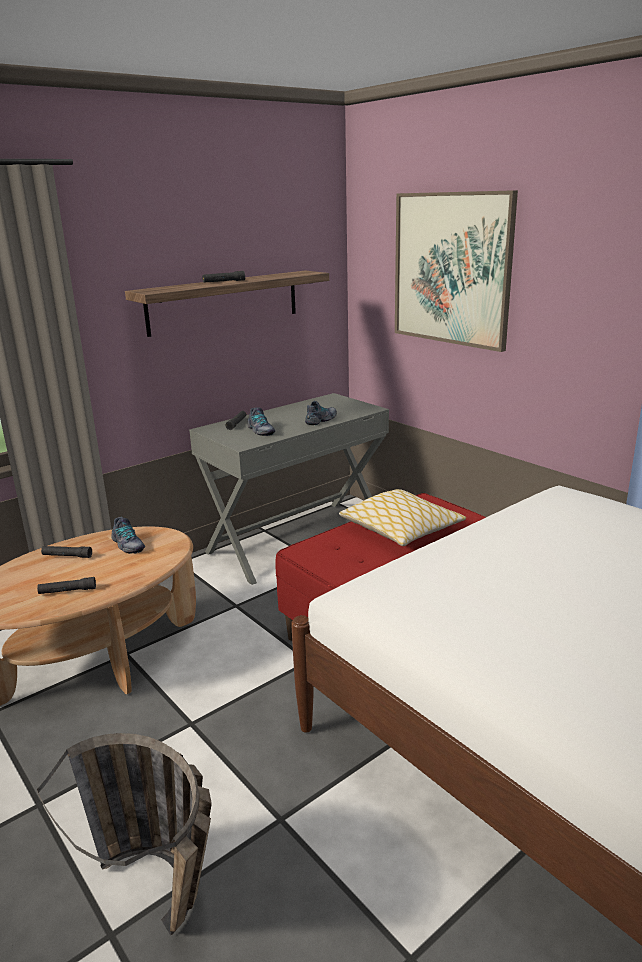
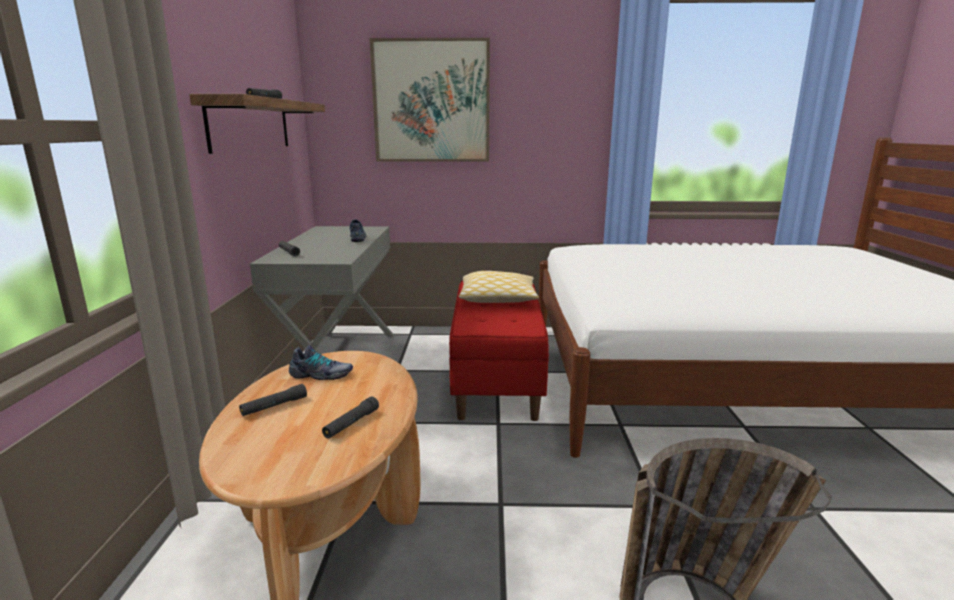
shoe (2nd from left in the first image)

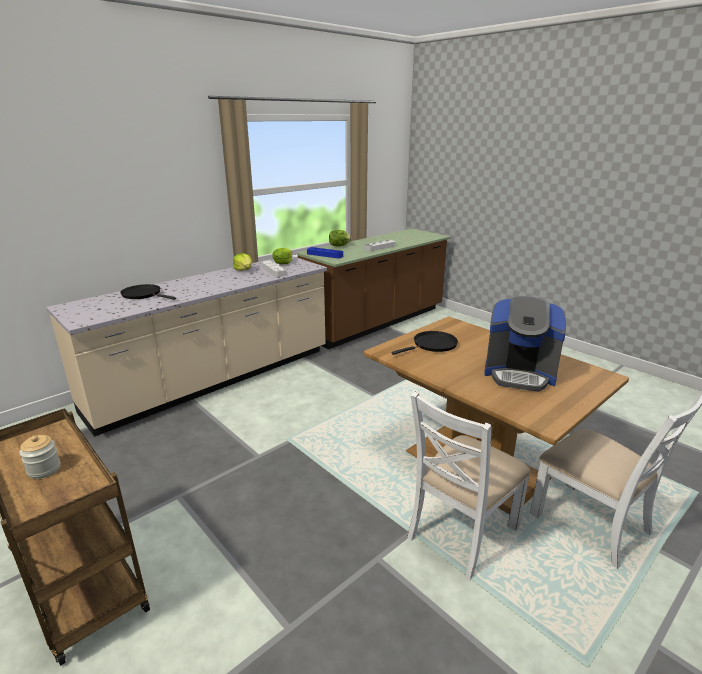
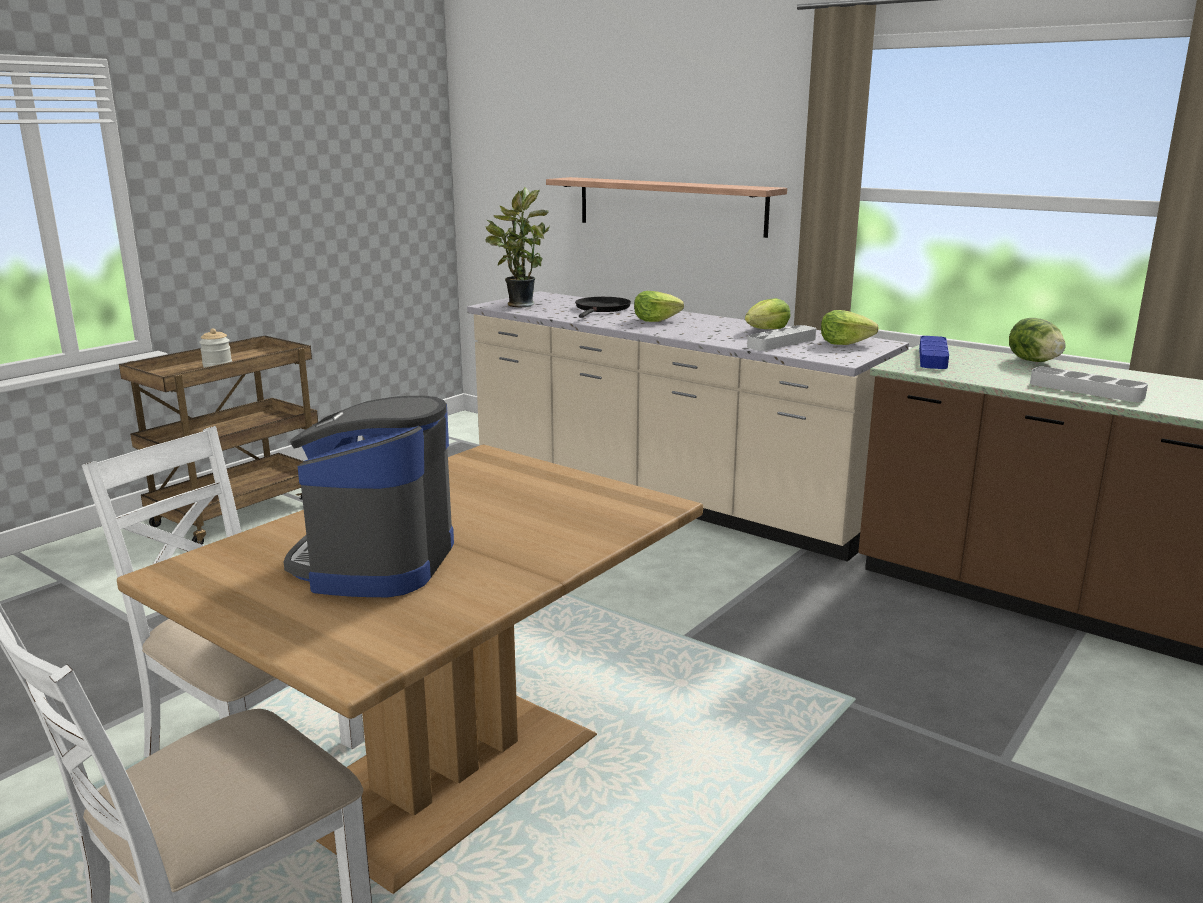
potted plant
shelf
lettuce (1st from left)
frying pan (black) (2nd from left in the first image)

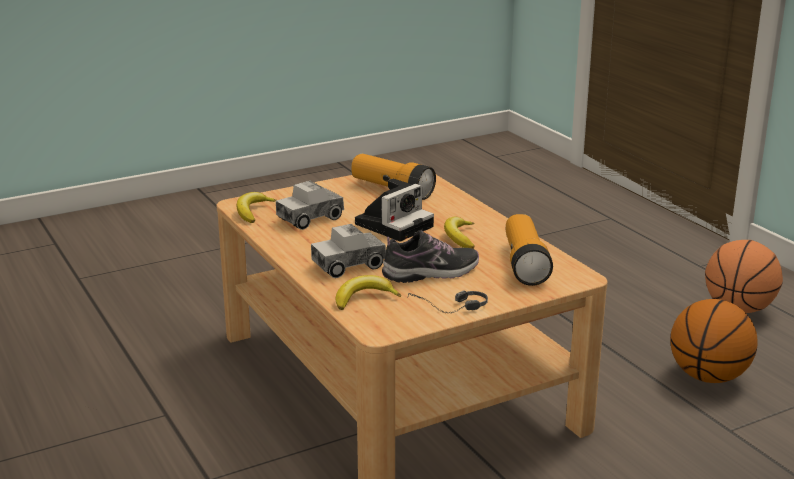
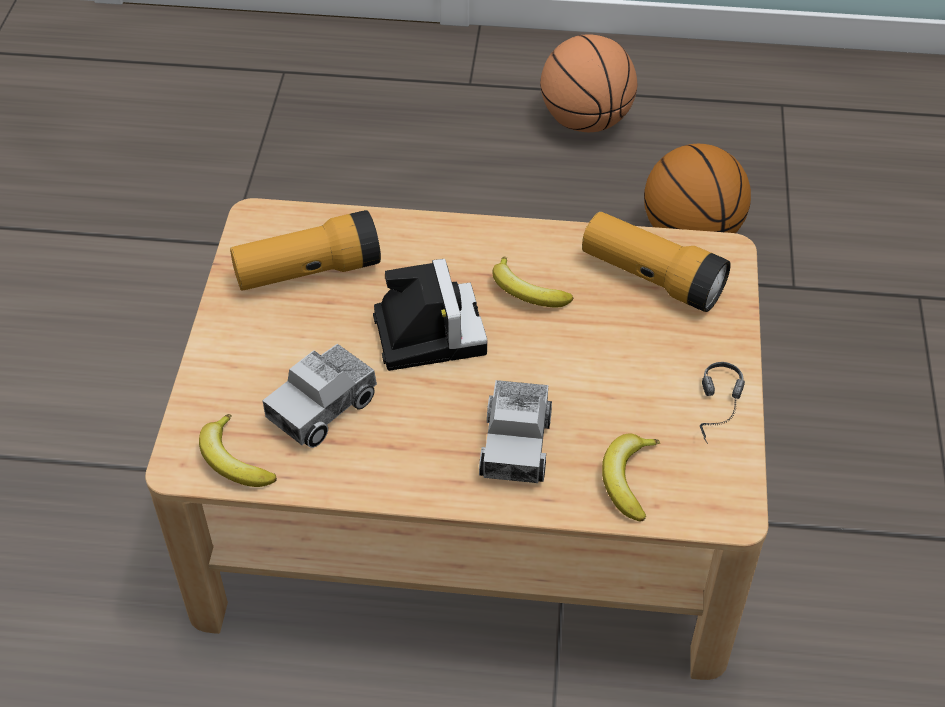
toy truck (1st from left)
shoe

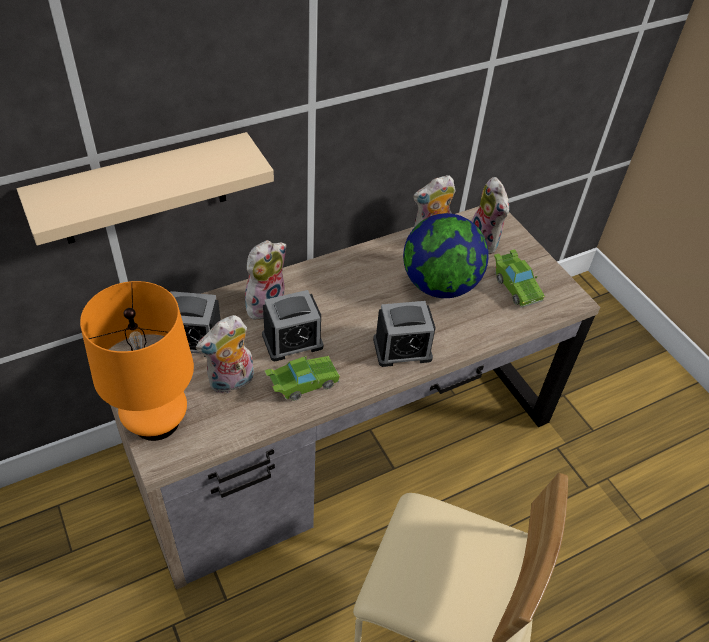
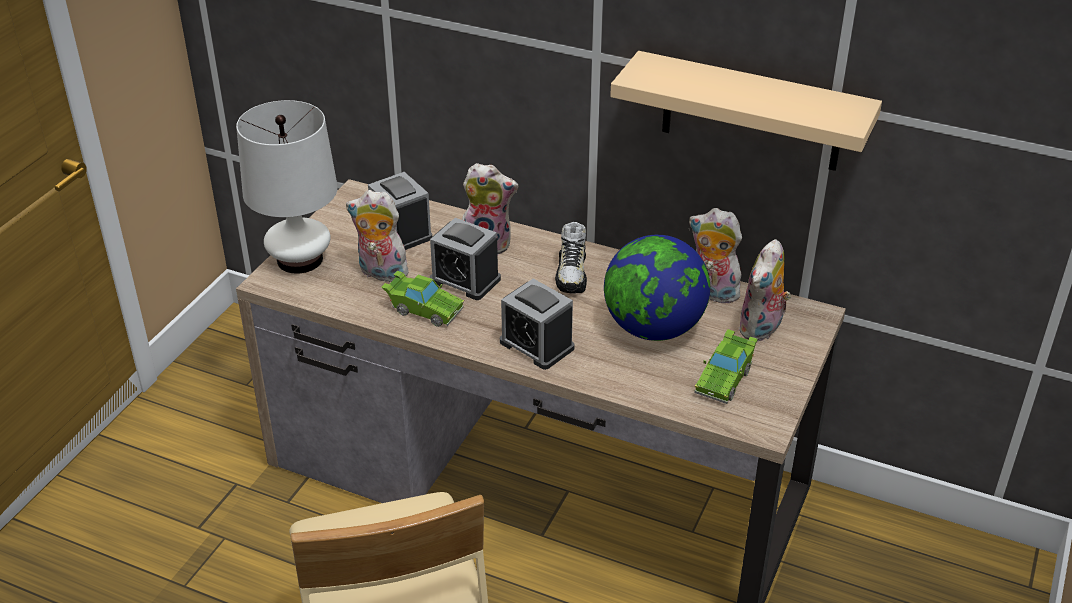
table lamp (white)
shoe
shelf (beige)

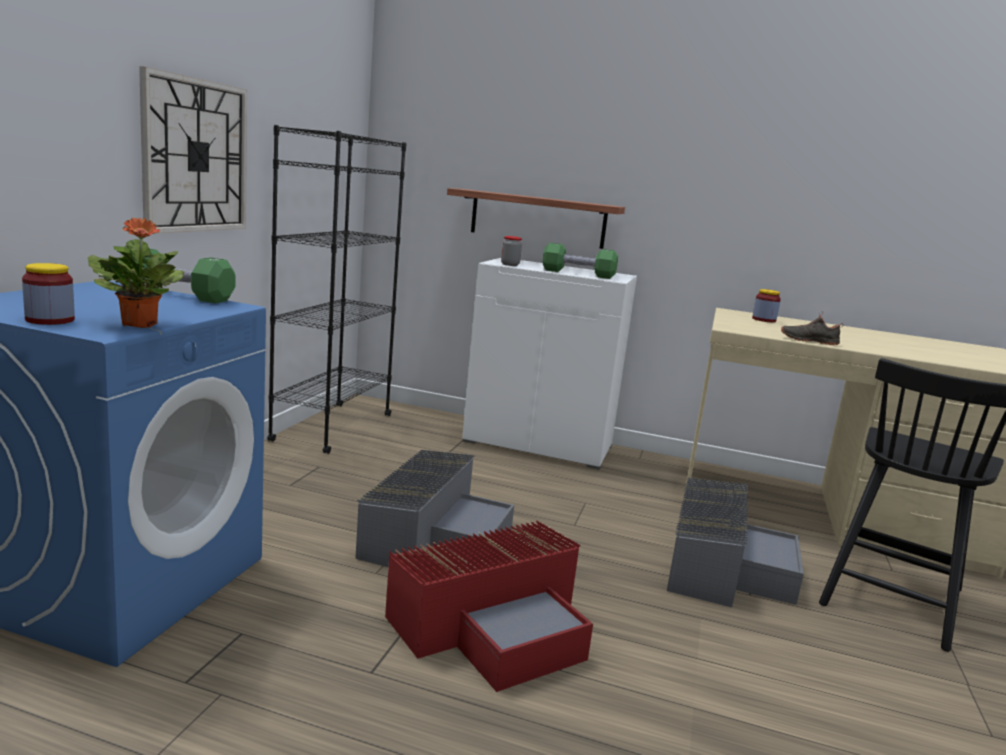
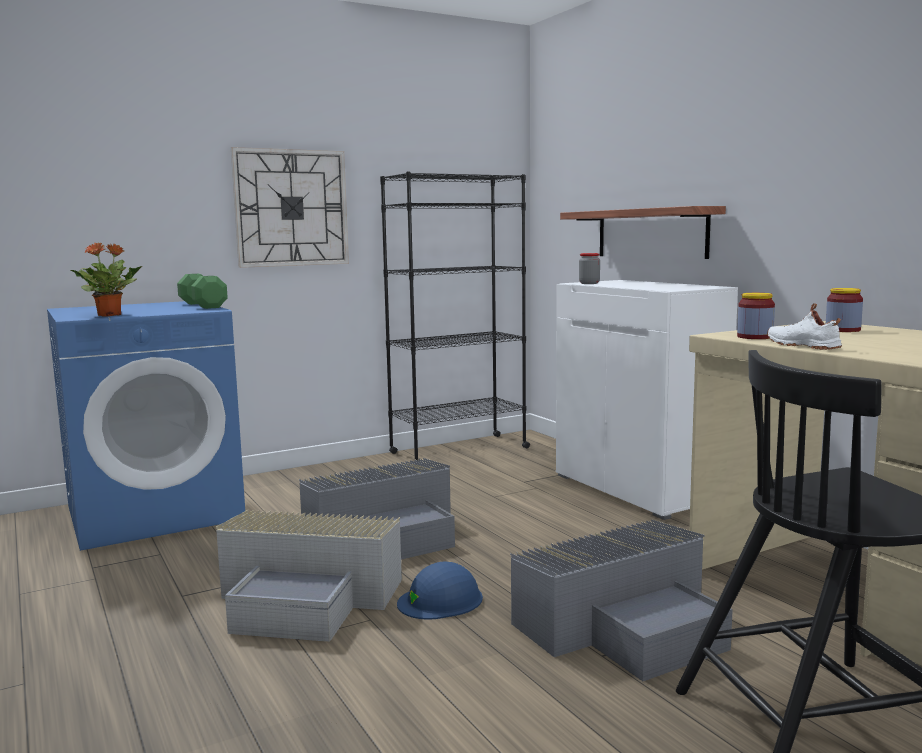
storage box (grey) (1st from left)
hard hat (blue)
jar (2nd from left)
shoe (white)
dumbbell (green) (2nd from left in the first image)

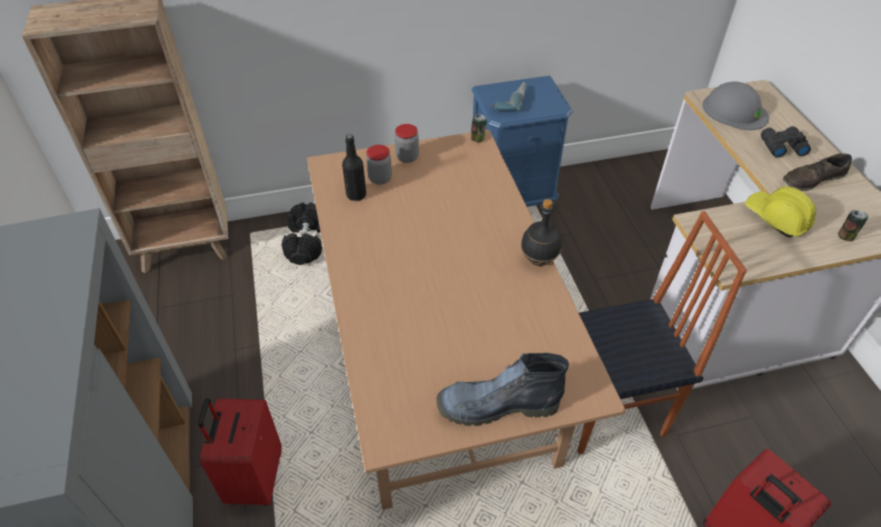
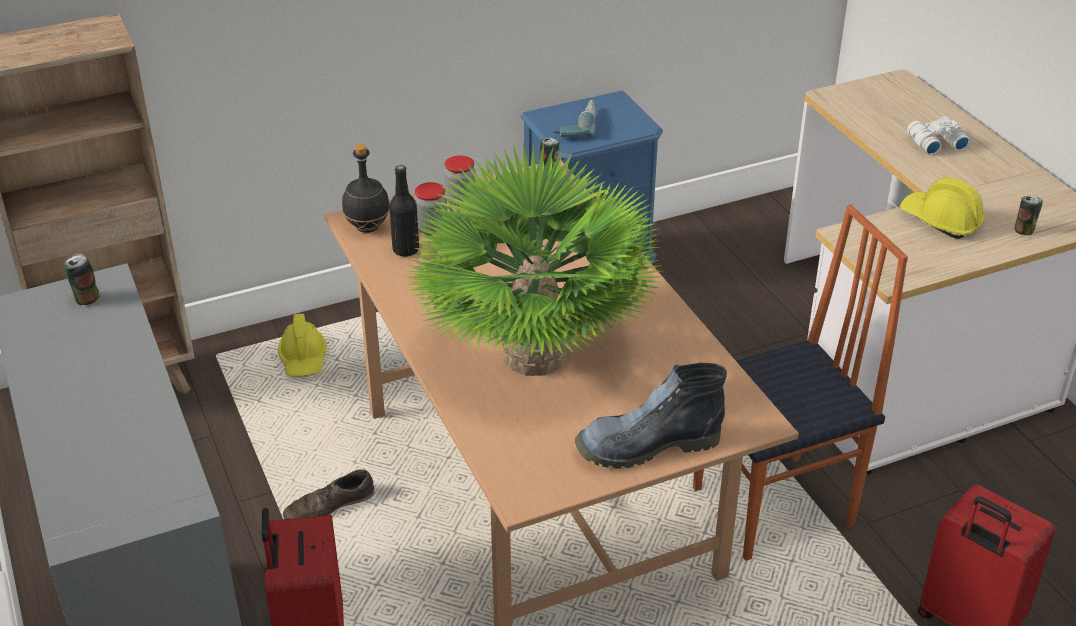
can (1st from left)
hard hat (yellow) (1st from left)
shoe (brown)
bottle (black) (1st from left)
potted plant
binoculars (white)
hard hat (grey)

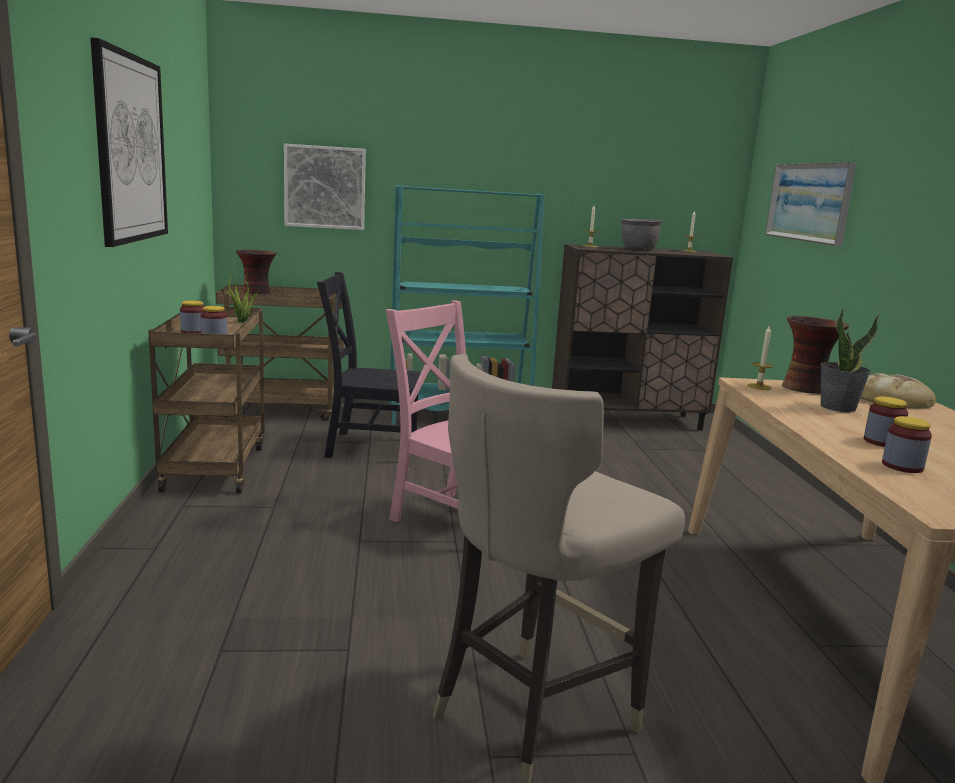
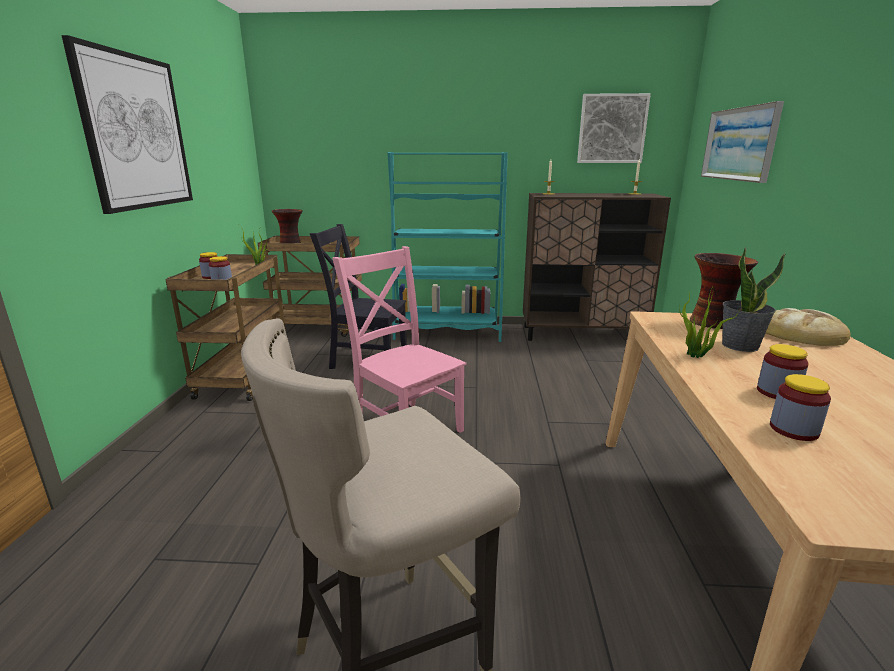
picture (2nd from left)
potted plant (2nd from left)
cooking pot (grey)
candle (3rd from left in the first image)

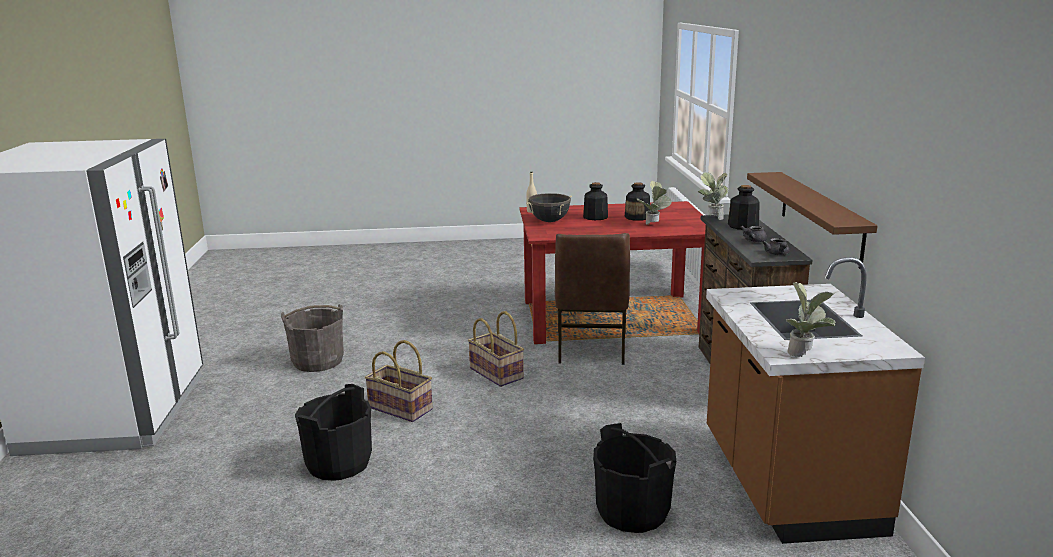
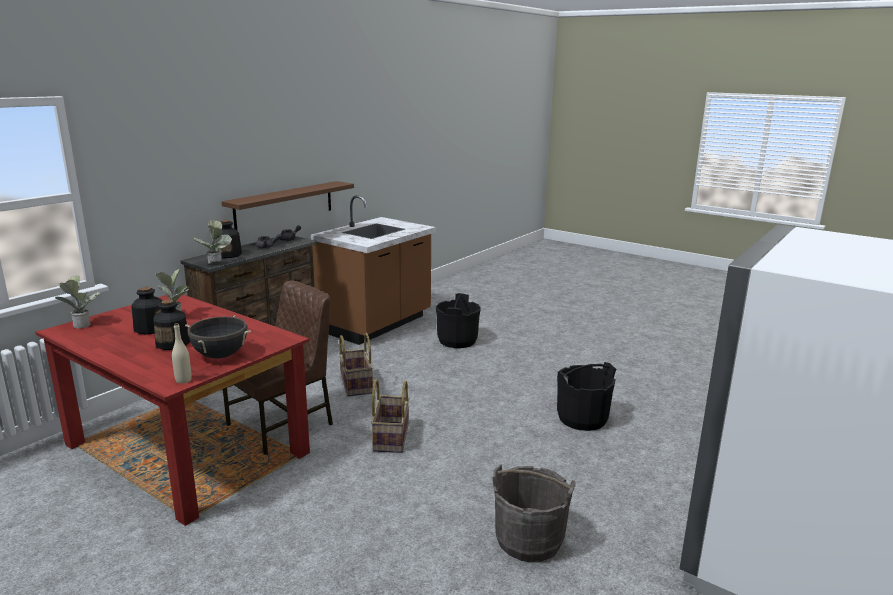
potted plant (1st from left)
basket (1st from left)

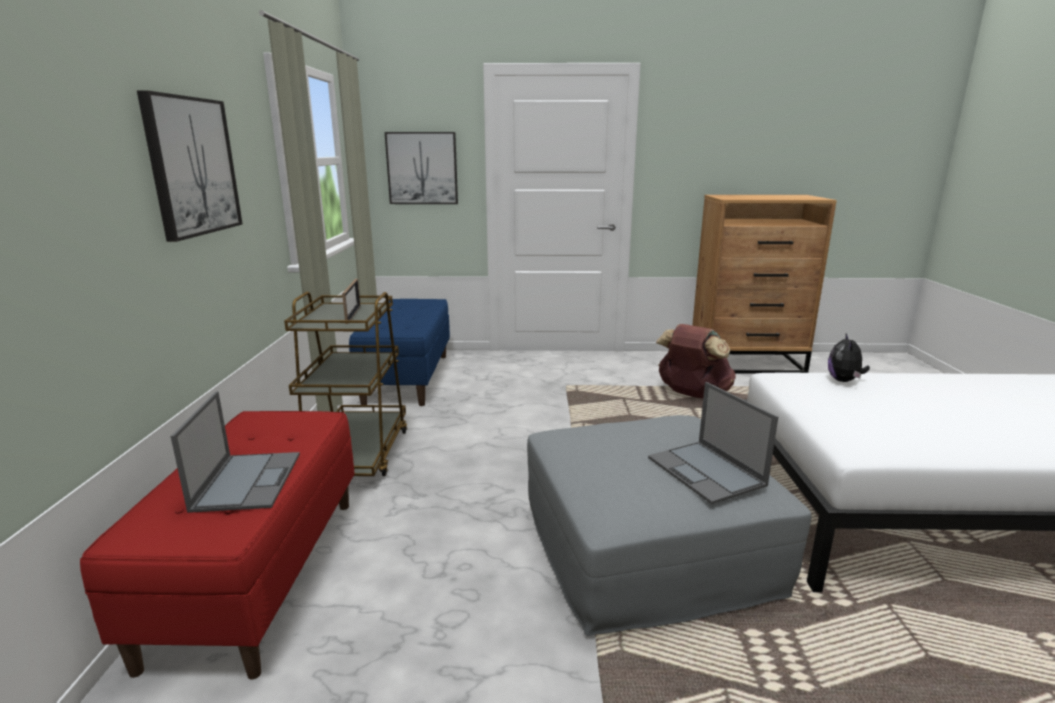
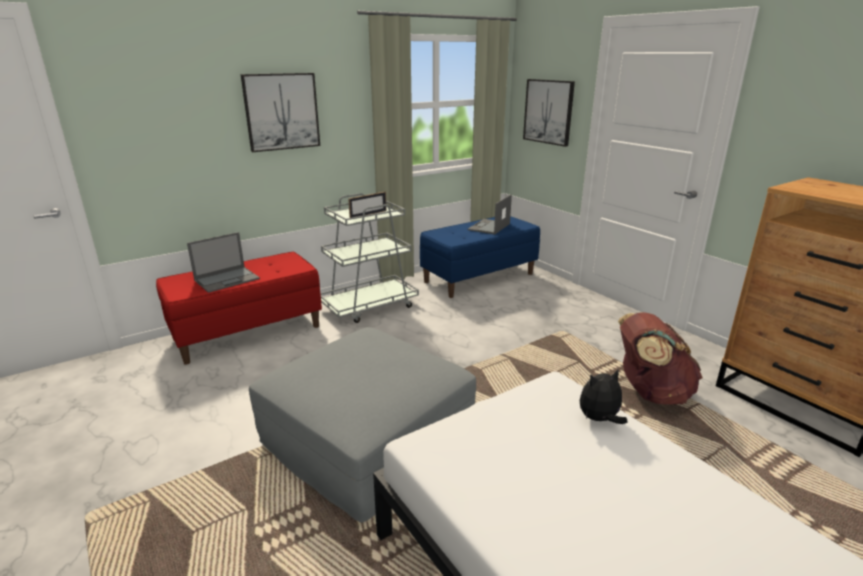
cart (grey)
laptop (2nd from left)

